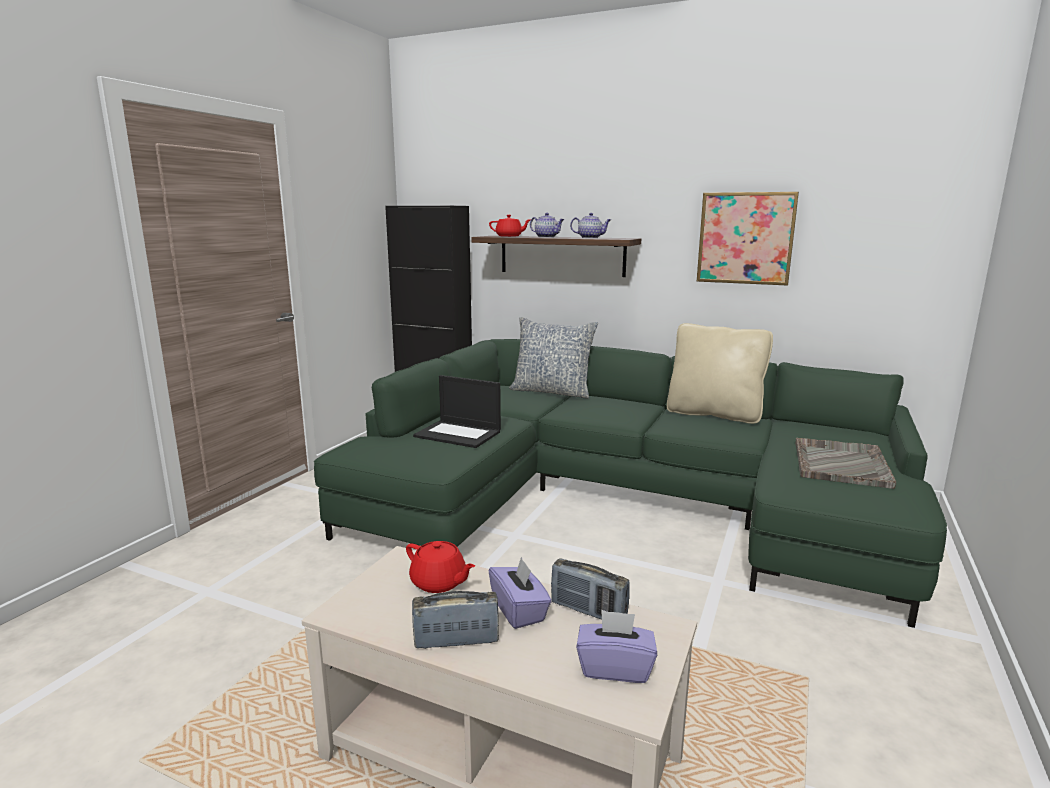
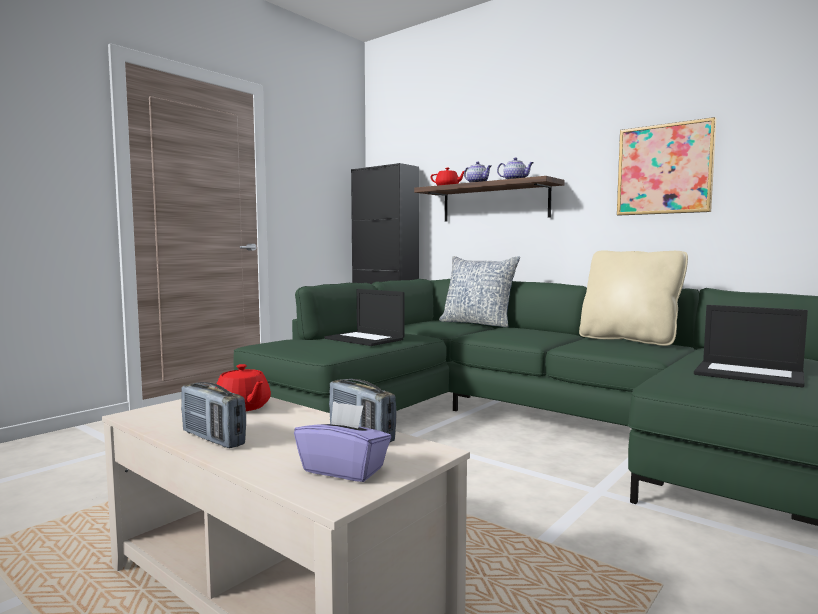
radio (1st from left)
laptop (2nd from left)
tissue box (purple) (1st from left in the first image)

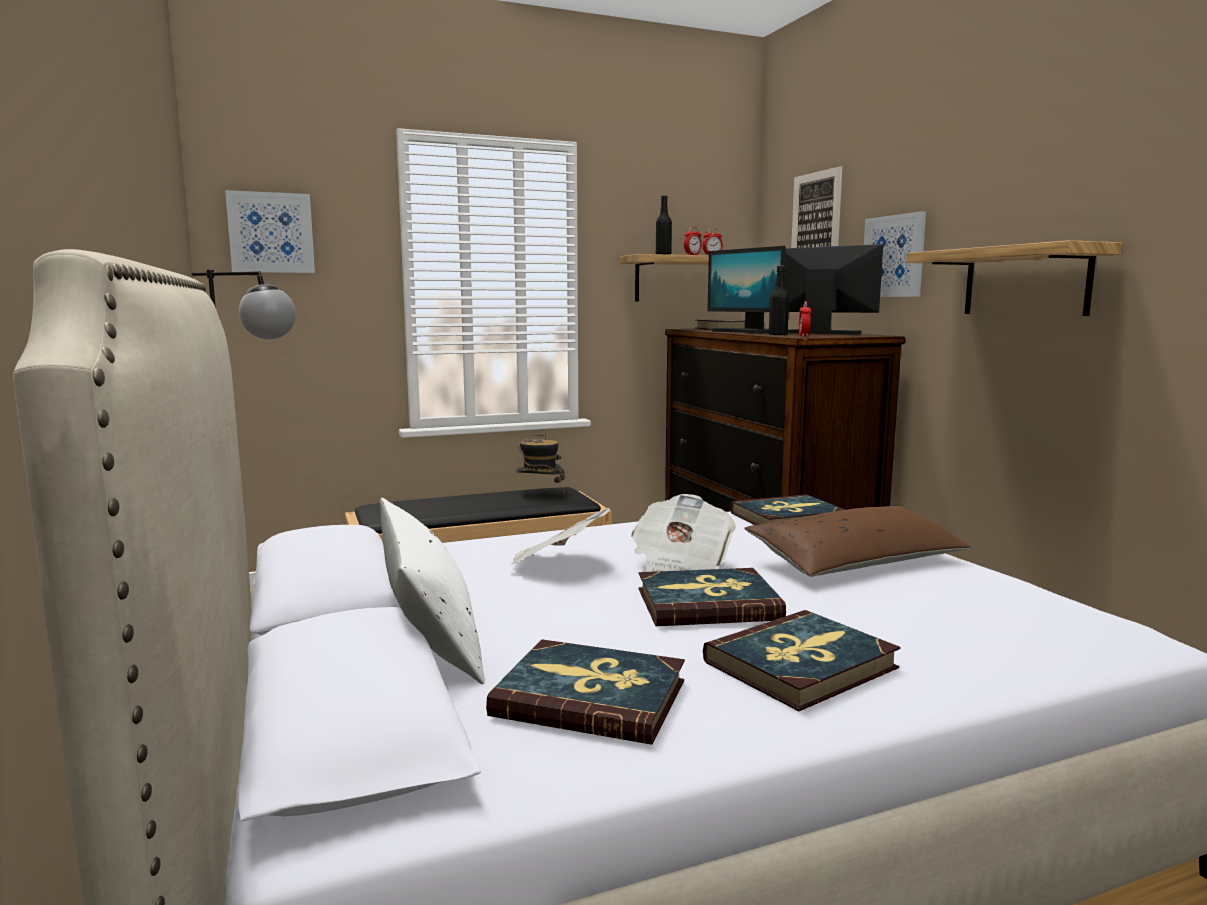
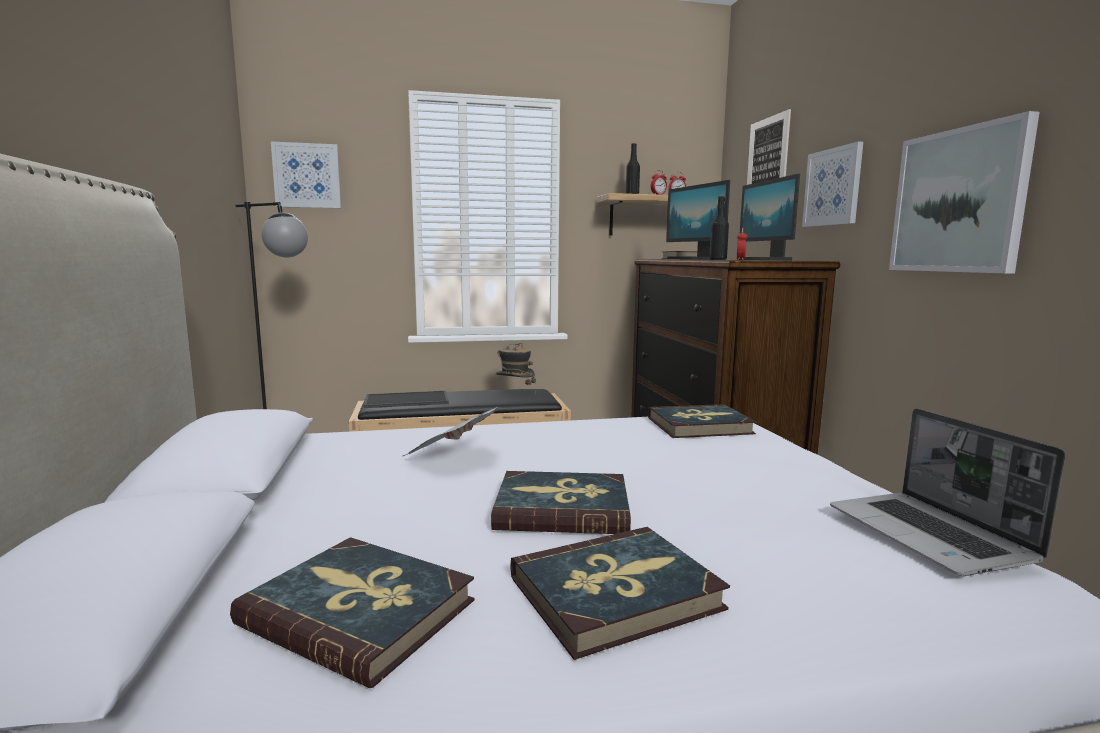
tray
monitor (2nd from left)
laptop
picture (4th from left)
pillow (white)
newspaper (2nd from left in the first image)
pillow (brown)

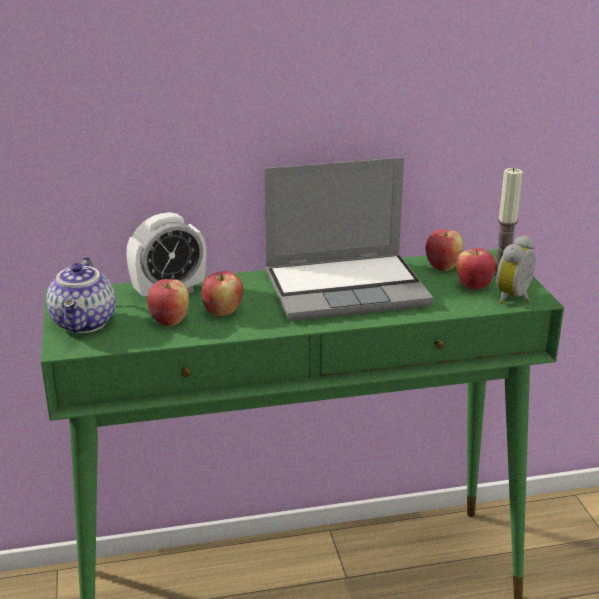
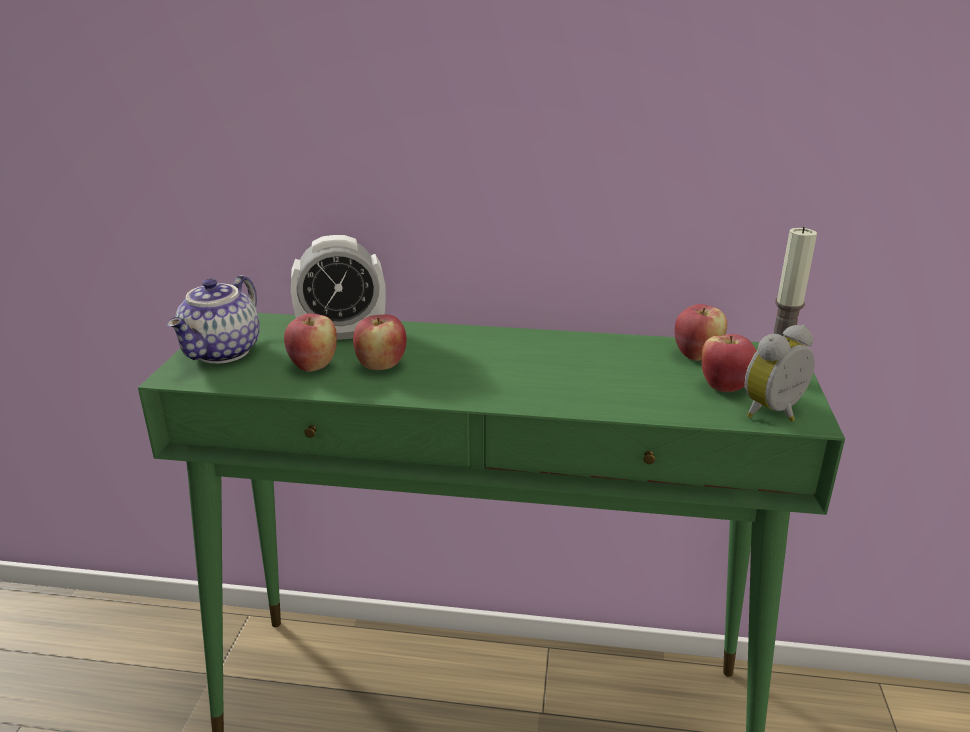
laptop

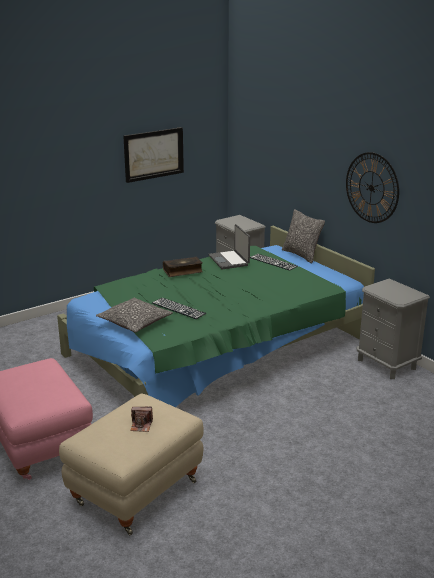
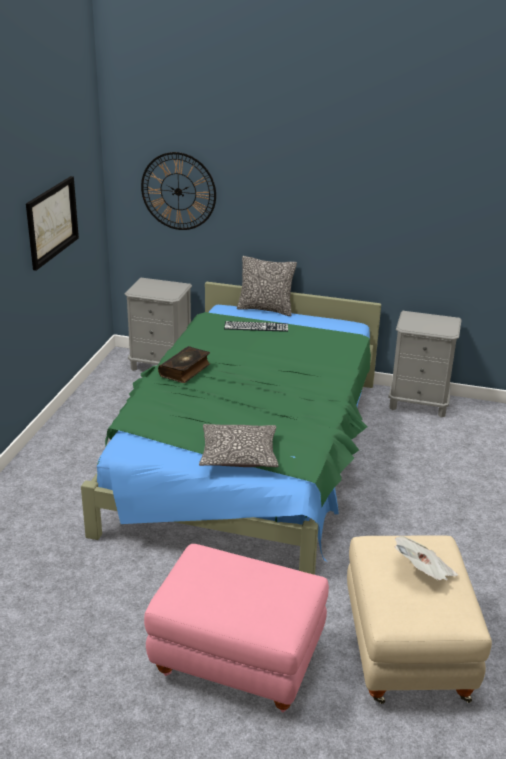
wall clock
newspaper
keyboard (1st from left in the first image)
laptop

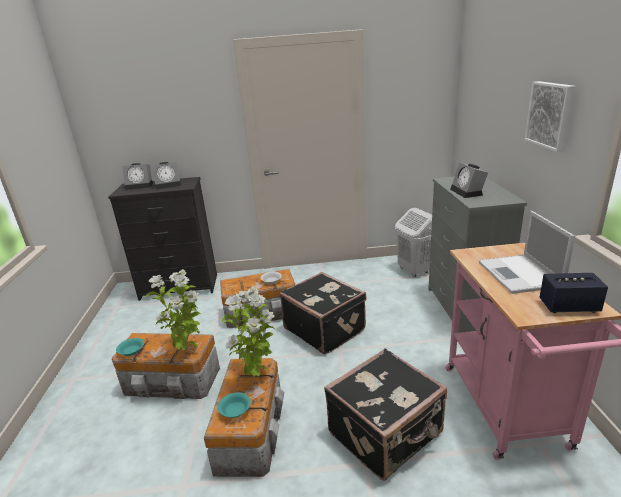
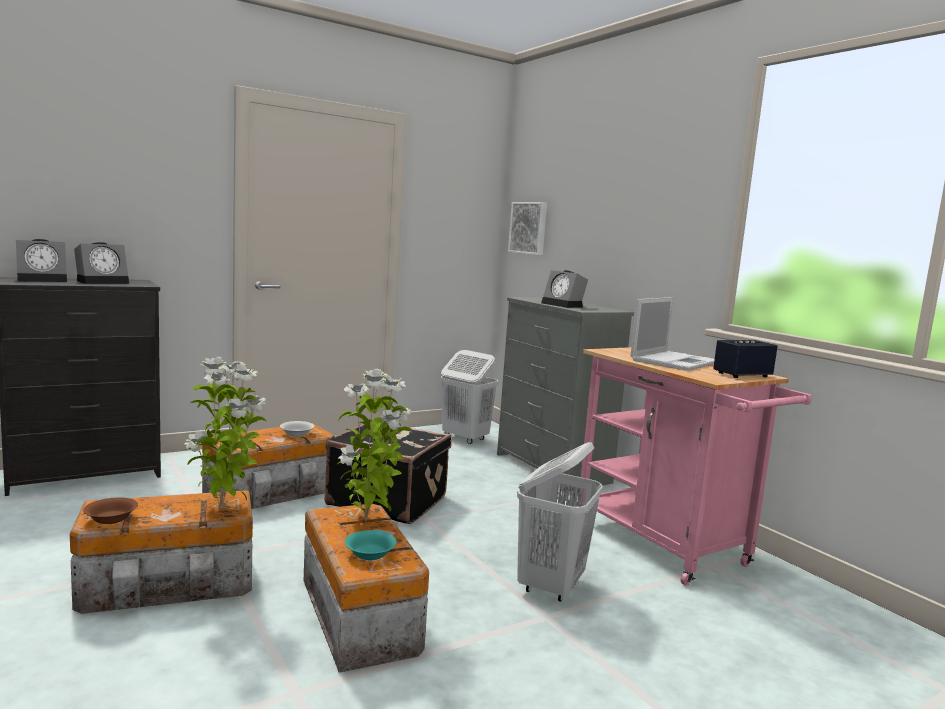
bowl (brown)
picture
laundry basket (white) (2nd from left)
laptop

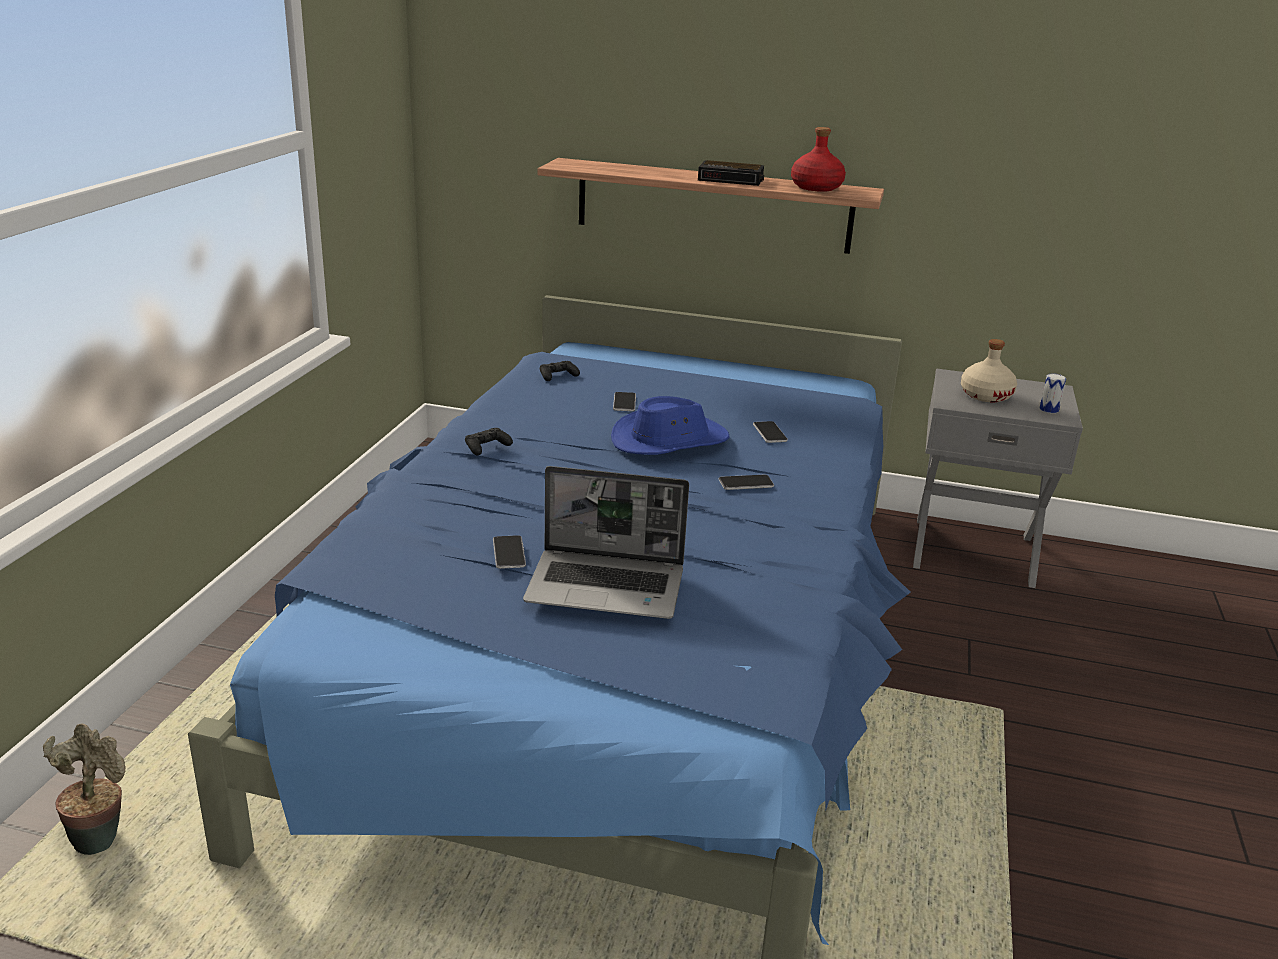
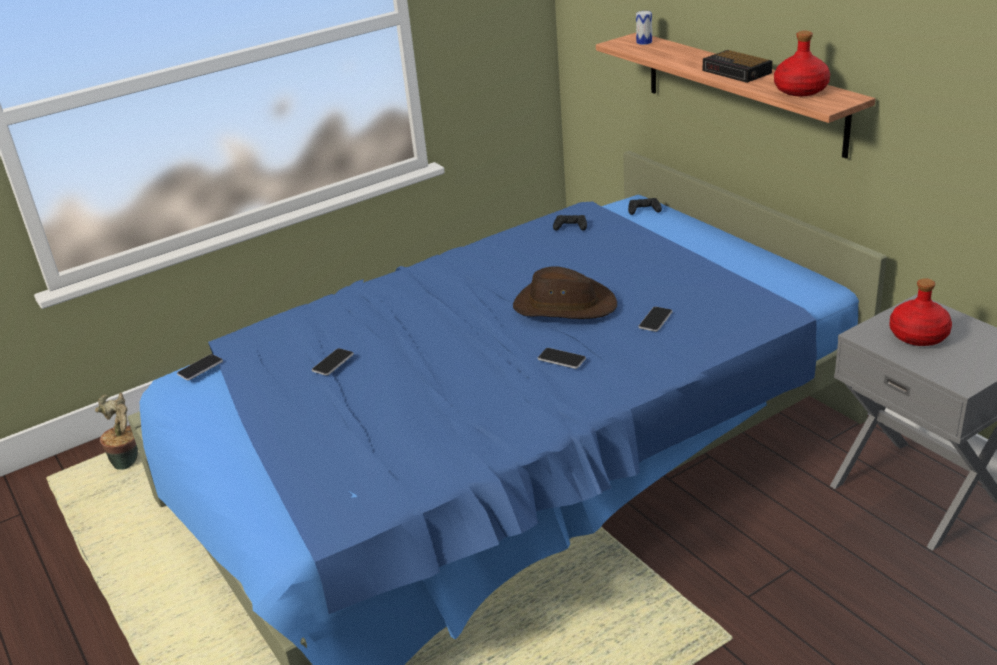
phone (1st from left)
hat (brown)
game controller (black) (2nd from left)
can
bottle (red) (2nd from left)
laptop

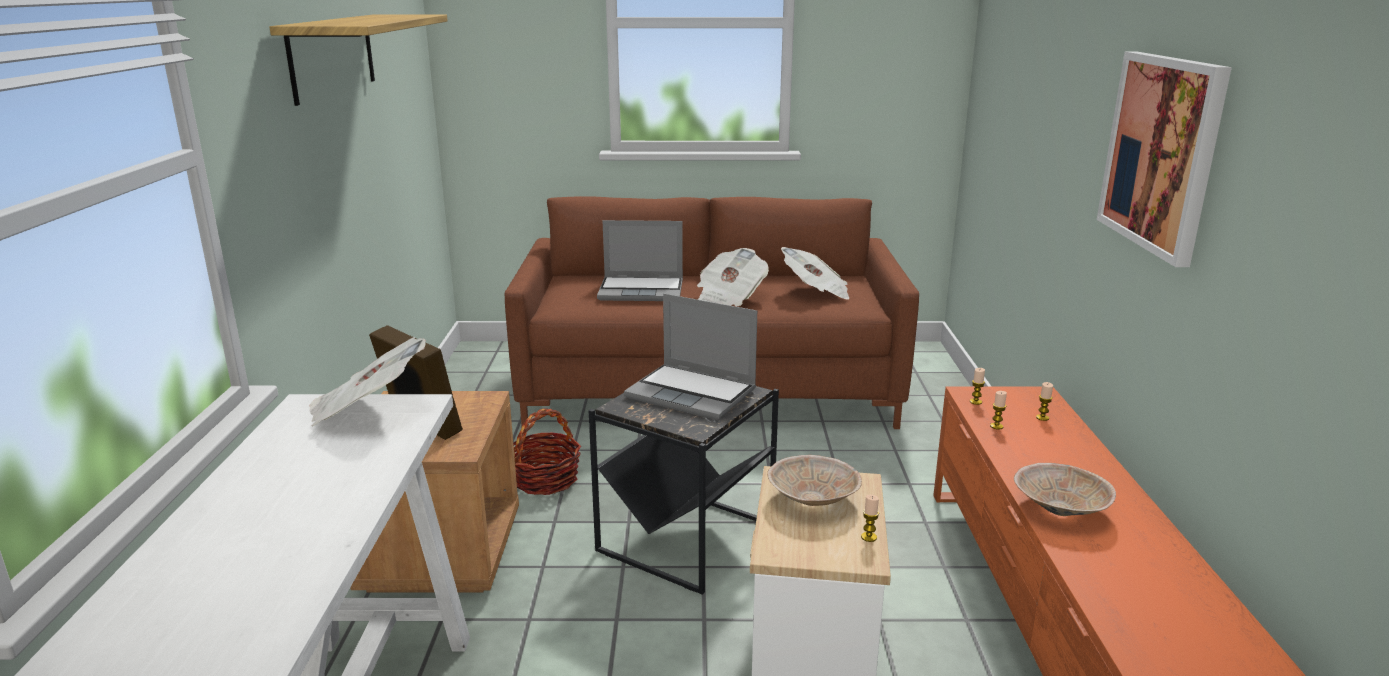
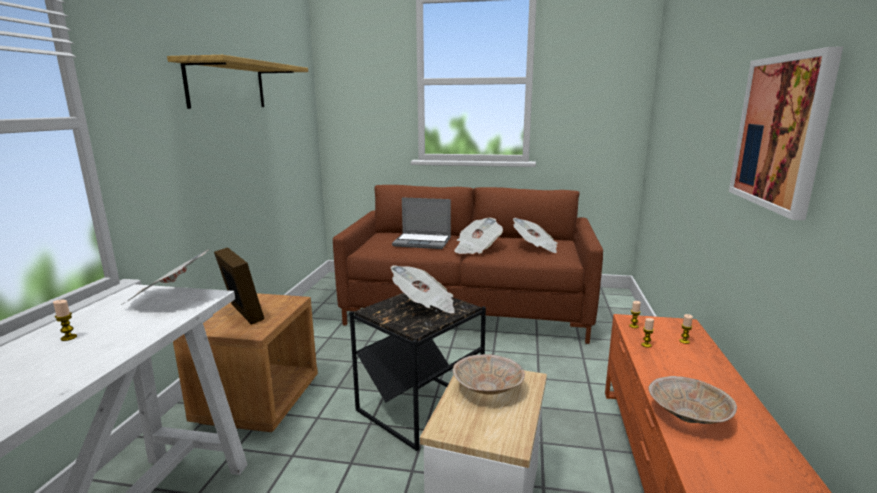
candle (1st from left)
newspaper (2nd from left)
basket

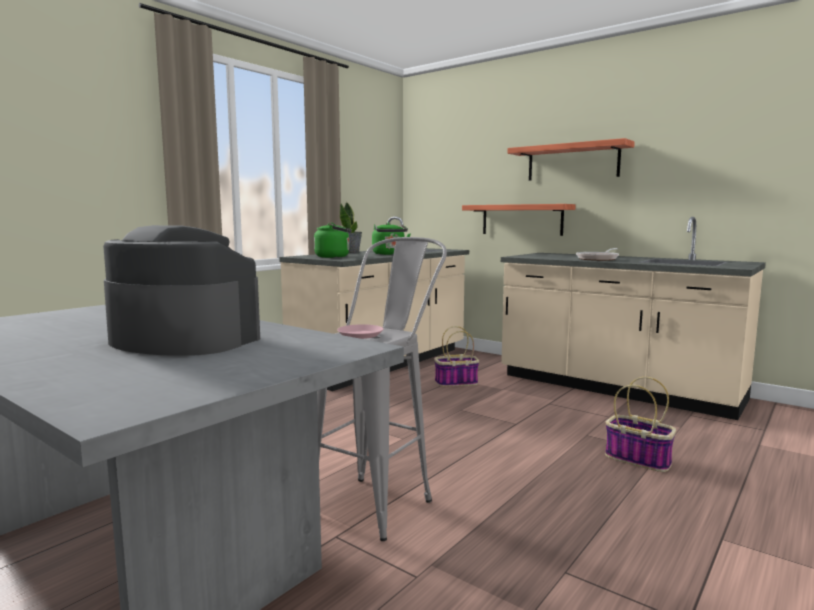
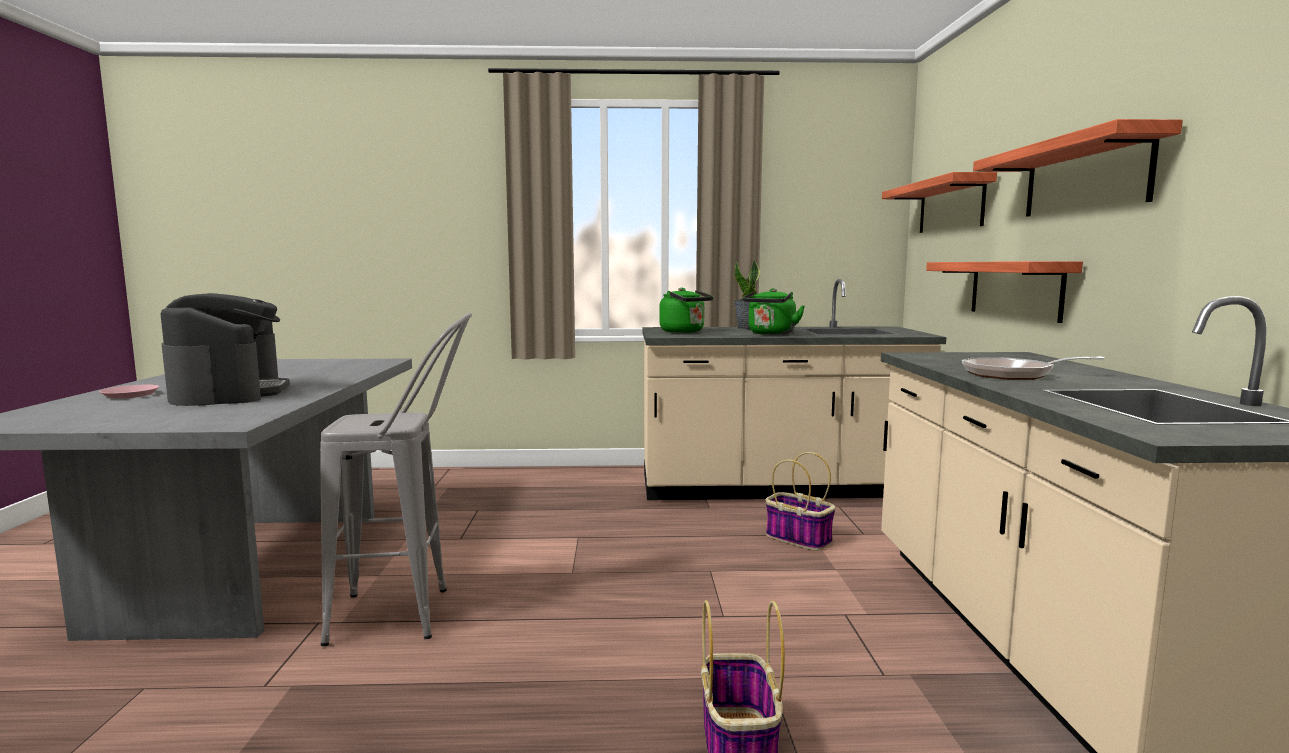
plate (pink)
shelf (1st from left)

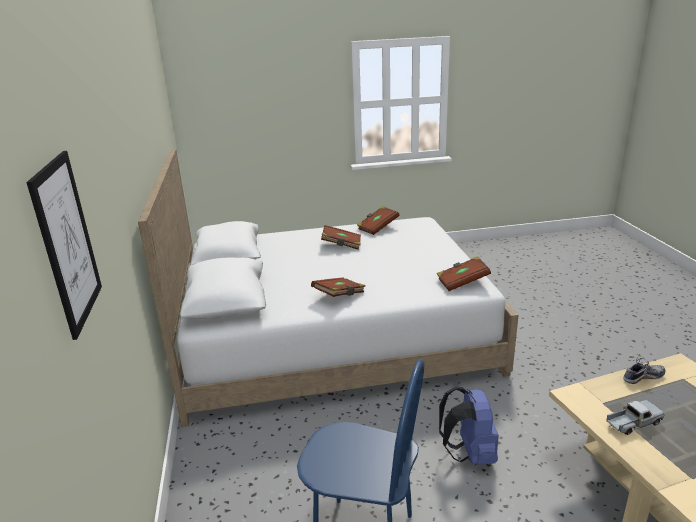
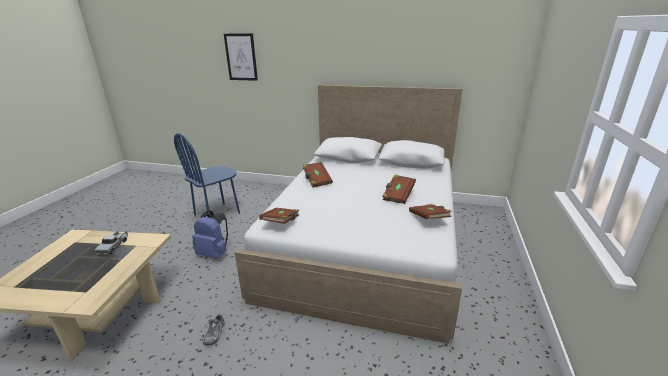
shoe

